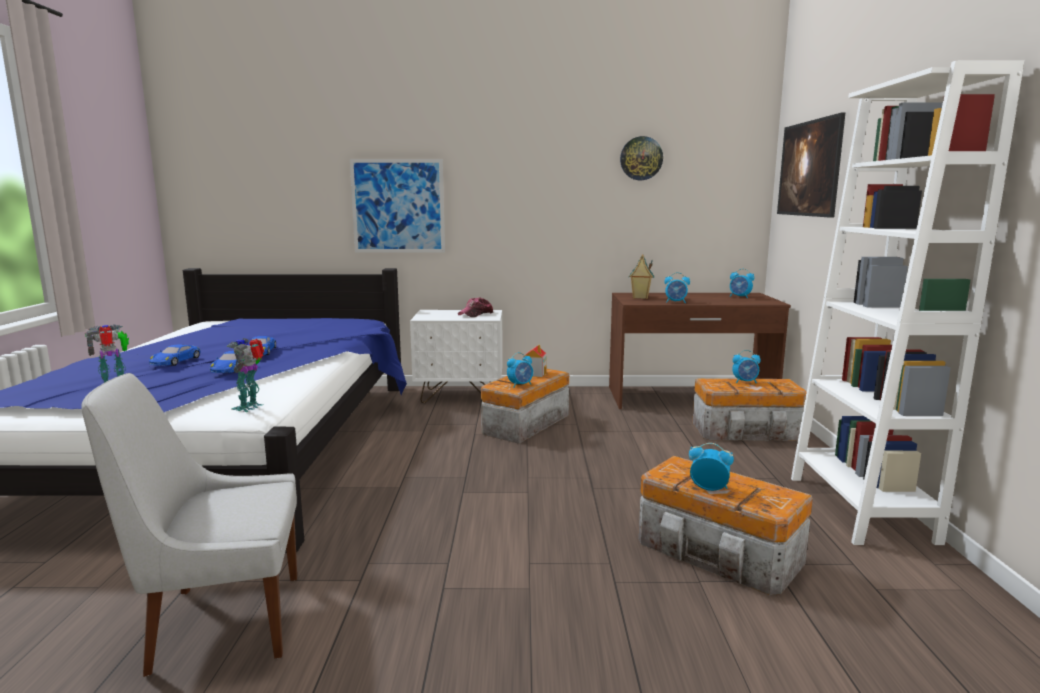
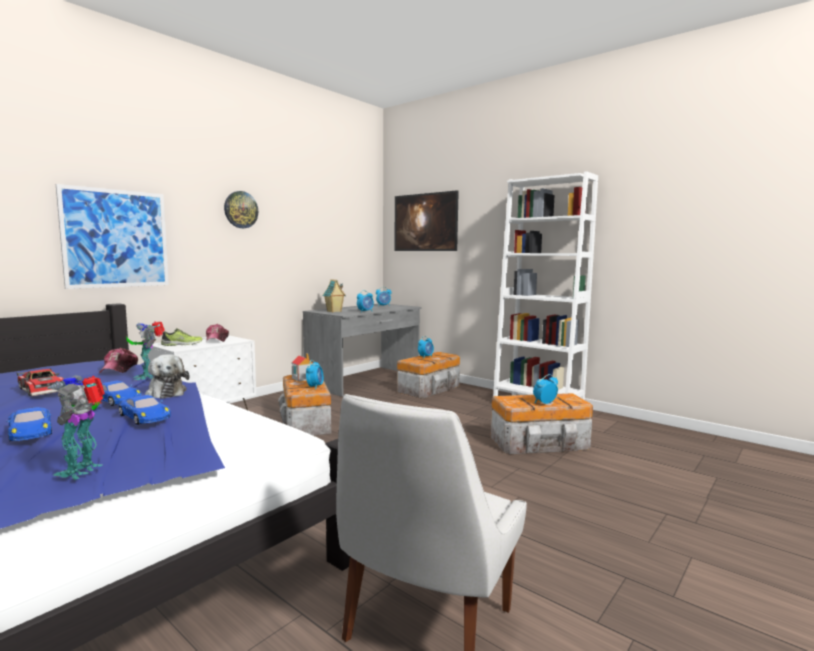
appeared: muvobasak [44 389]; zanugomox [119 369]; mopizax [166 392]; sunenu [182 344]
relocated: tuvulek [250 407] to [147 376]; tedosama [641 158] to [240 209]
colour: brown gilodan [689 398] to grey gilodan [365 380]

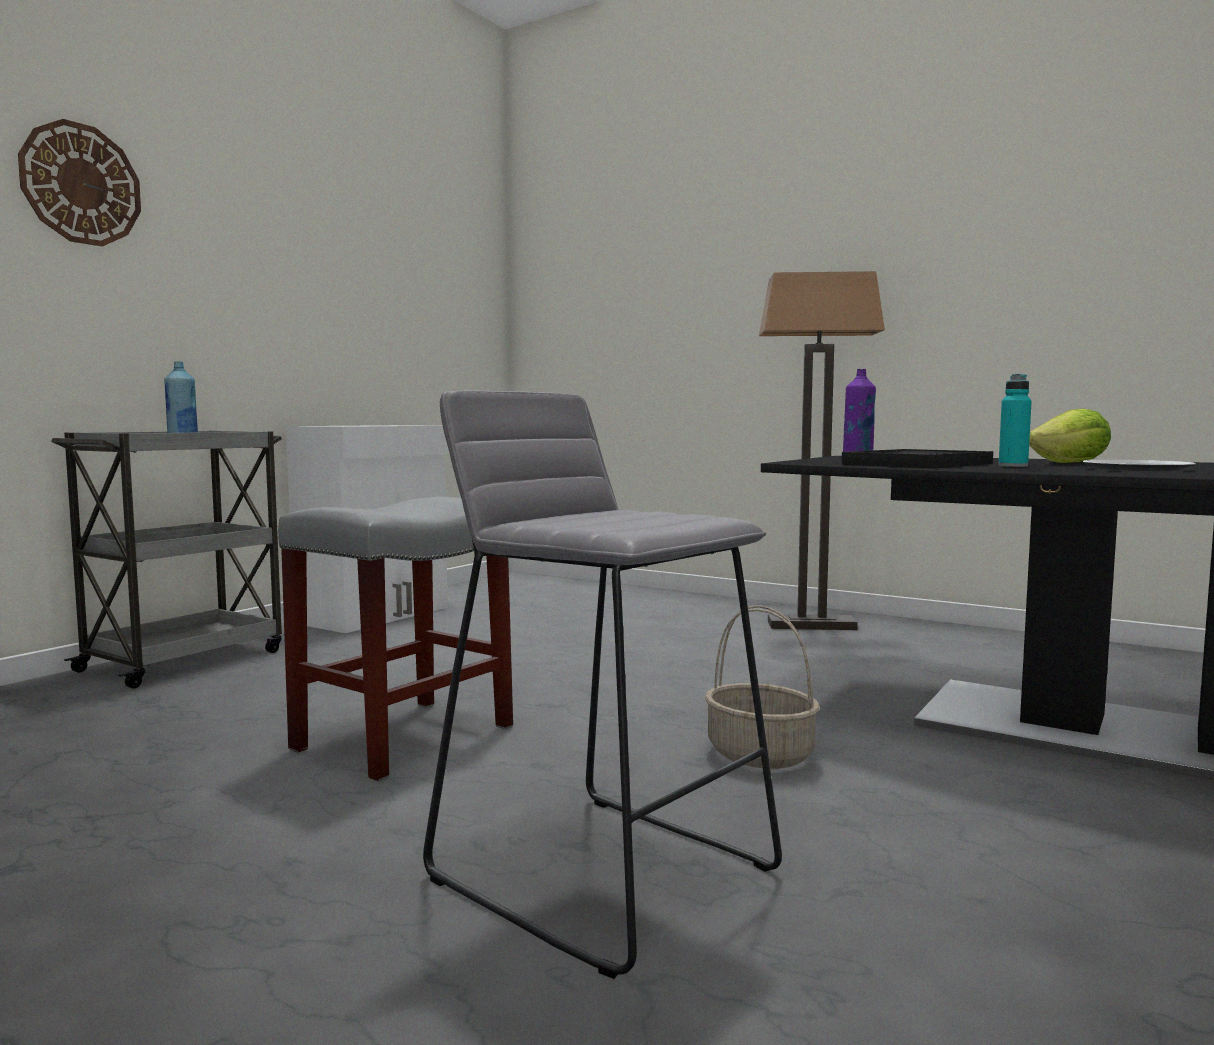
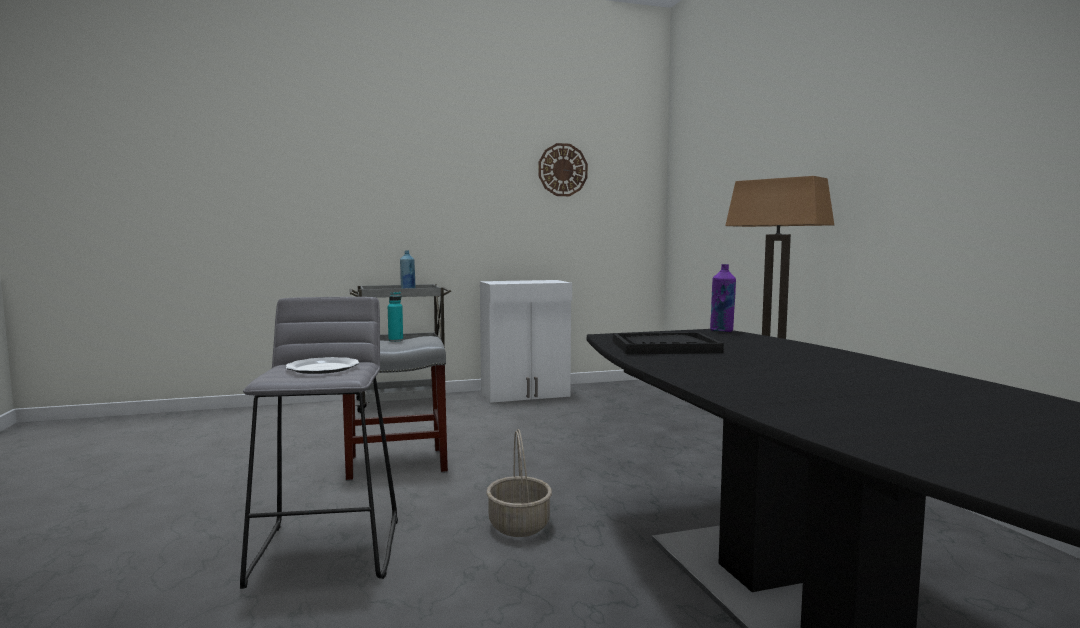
missing: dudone [1070 463]
relocated: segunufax [1138 469] to [322 368]; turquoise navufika [1013 466] to [395 340]; tedosama [81 184] to [562 170]

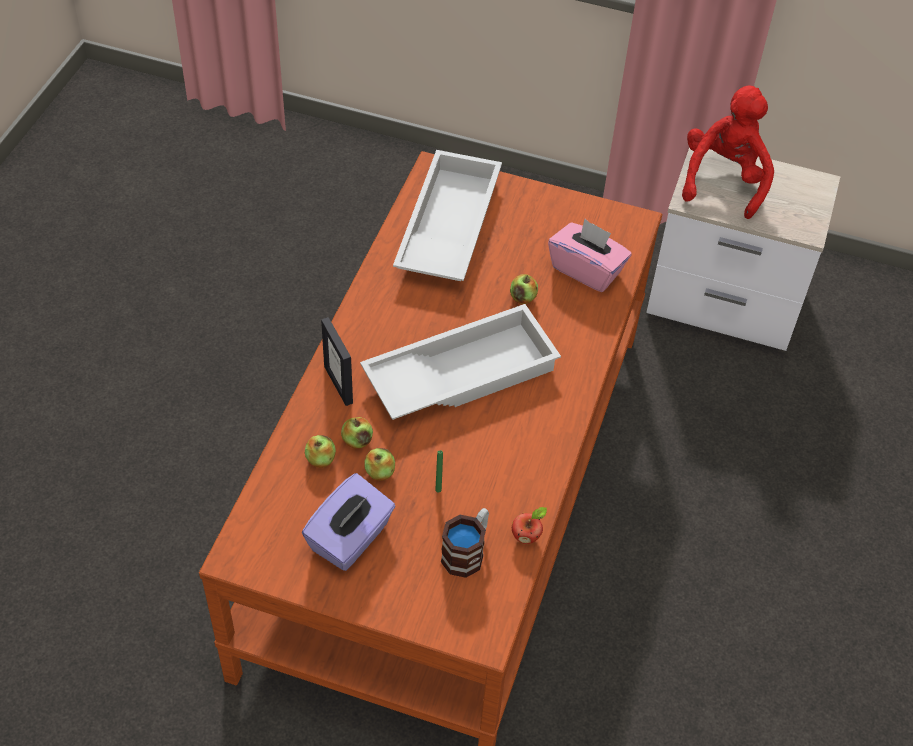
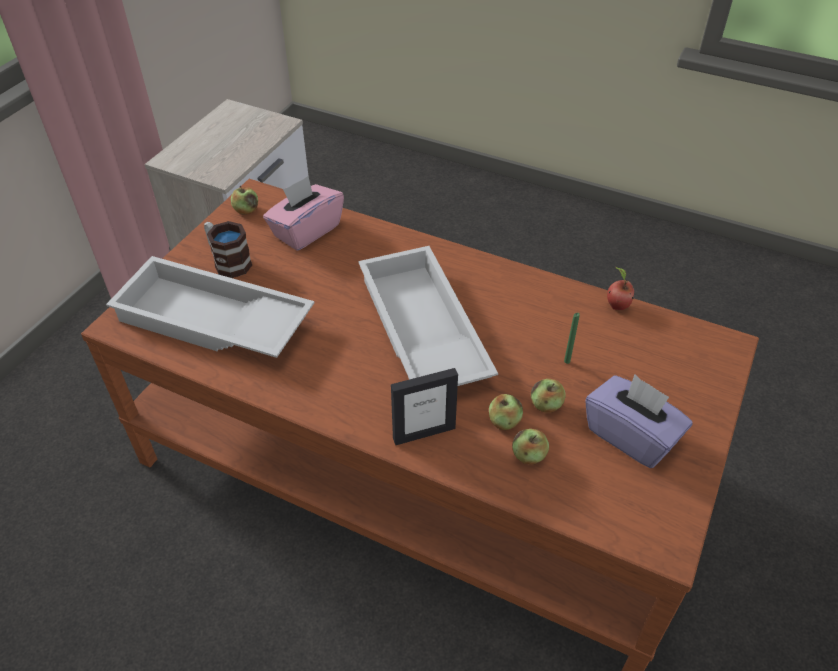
missing: red mopizax [724 180]
relocated: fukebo [467 551] to [228 261]; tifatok [523 297] to [246 210]

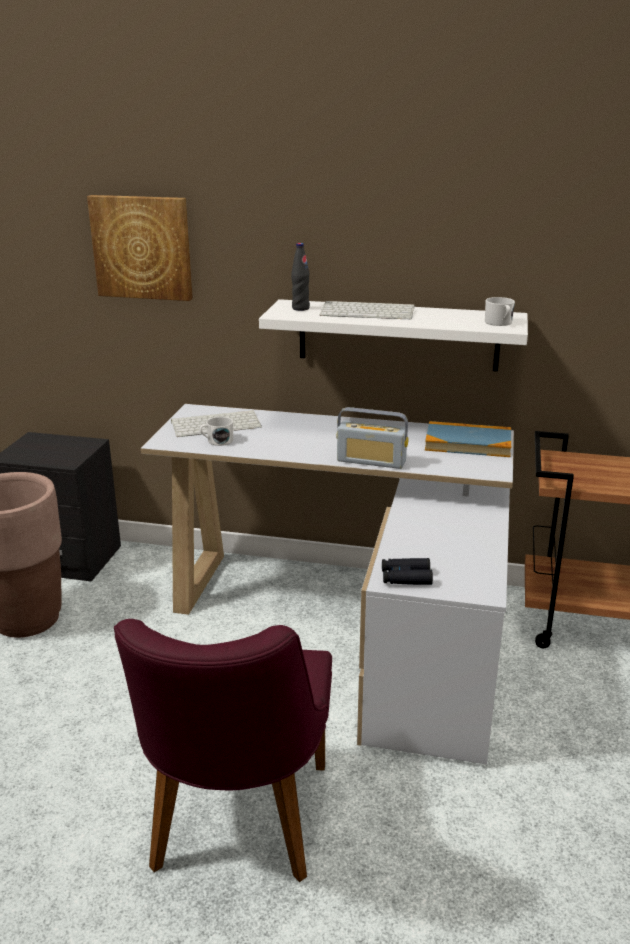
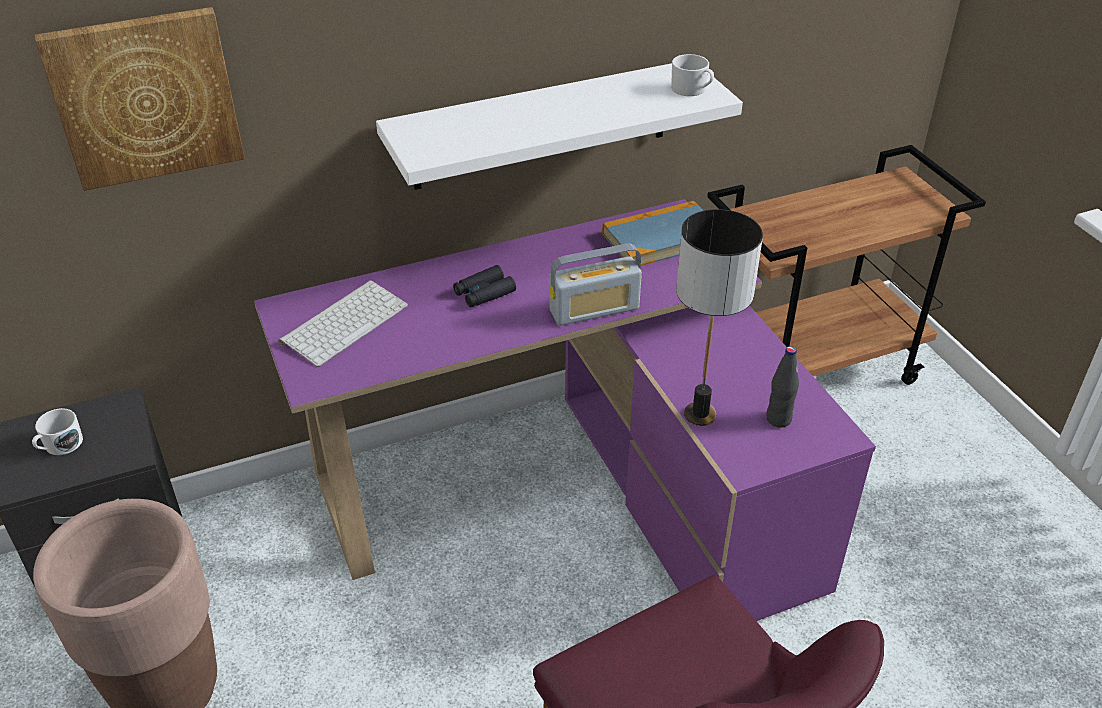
missing: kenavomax [369 312]
appeared: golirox [699 415]
relocated: white fukebo [217 441] to [60 446]; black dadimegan [406 577] to [484 293]; black navufika [300 308] to [778 419]
colour: white gilodan [356 624] to purple gilodan [573 489]

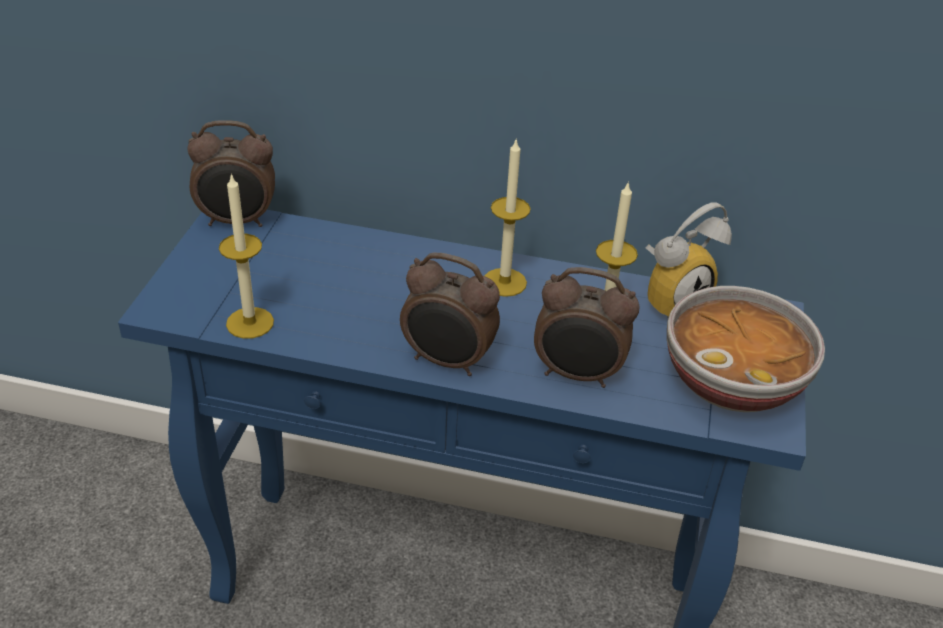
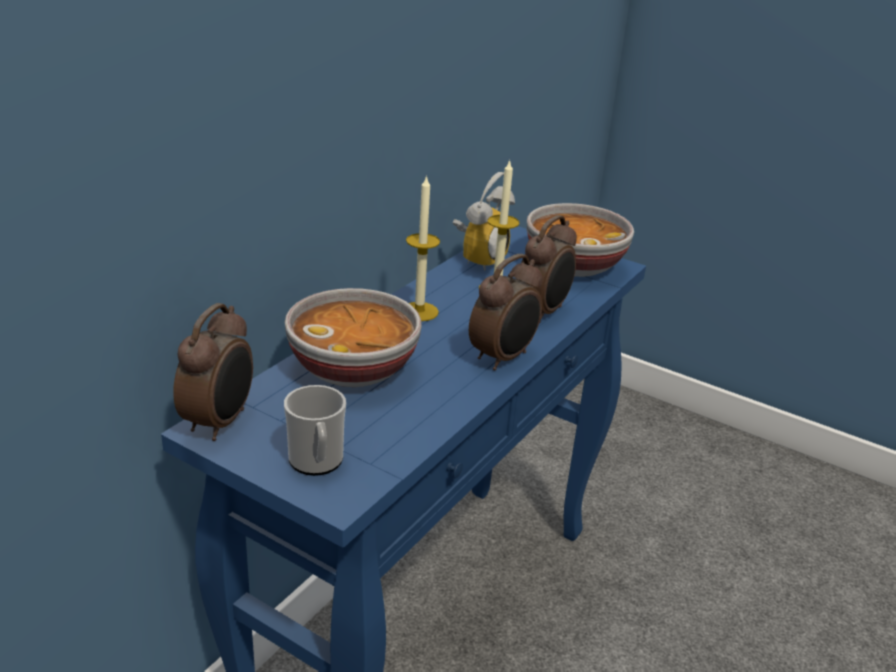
missing: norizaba [250 323]
appeared: fukebo [317 463]; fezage [354 368]
spun: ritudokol [673 298] = [479 258] 45 degrees clockwise

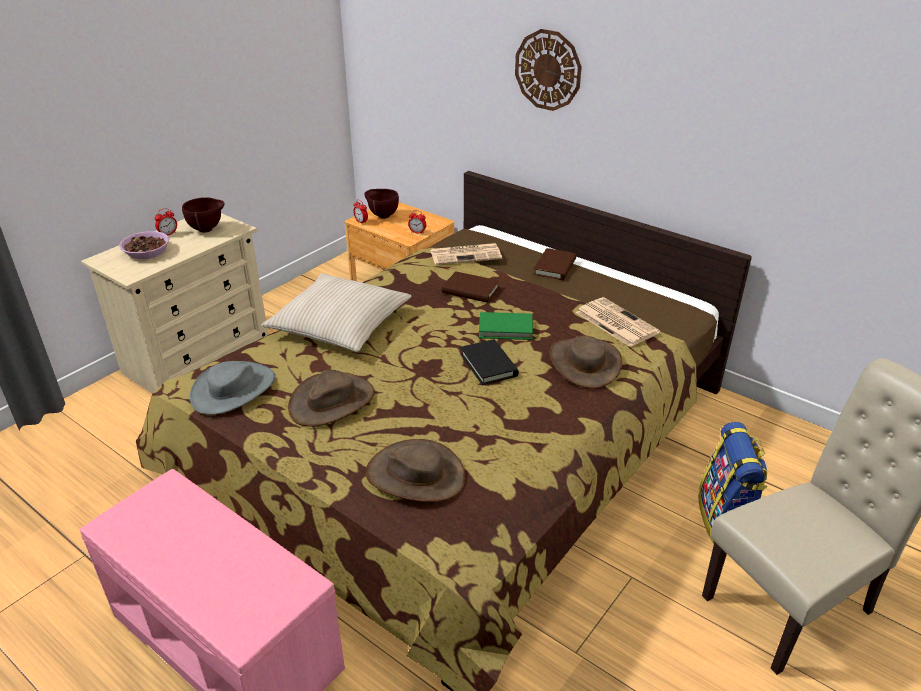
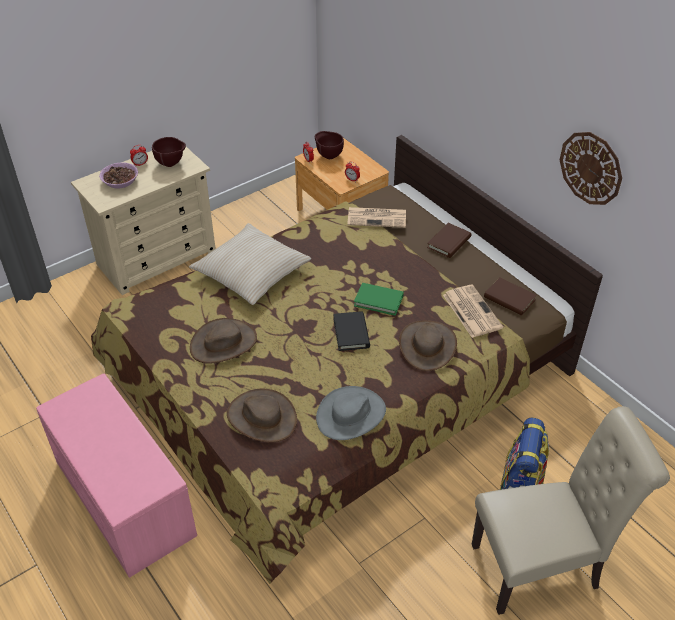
relocated: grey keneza [234 389] to [351 415]; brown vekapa [470 290] to [509 298]; tedosama [548 70] to [591 168]

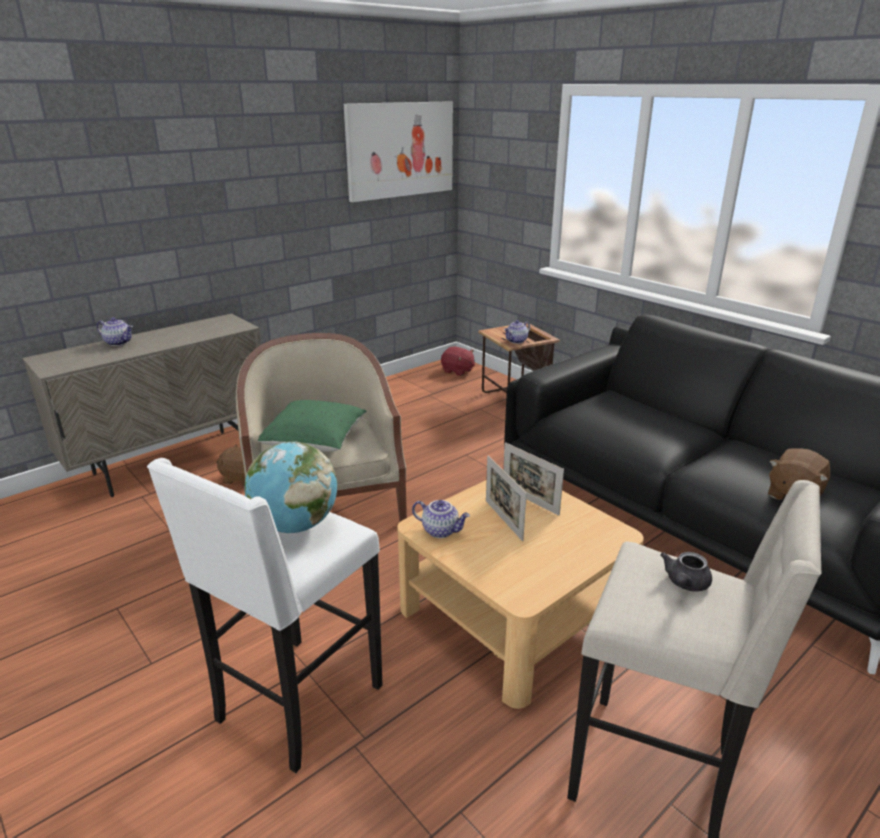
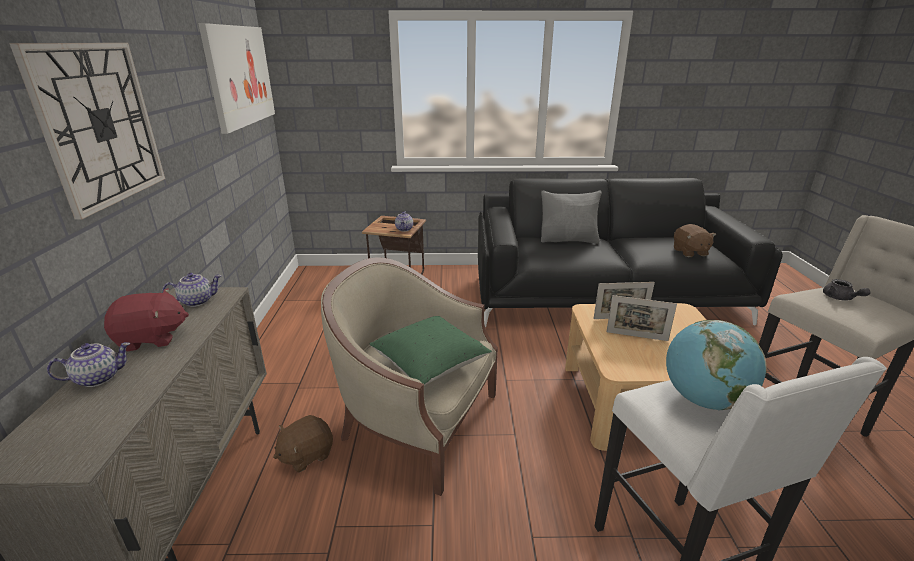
appeared: tedosama [99 125]; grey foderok [568 240]
relocated: red mopizax [457 371] to [152 338]; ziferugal [441 530] to [197 301]

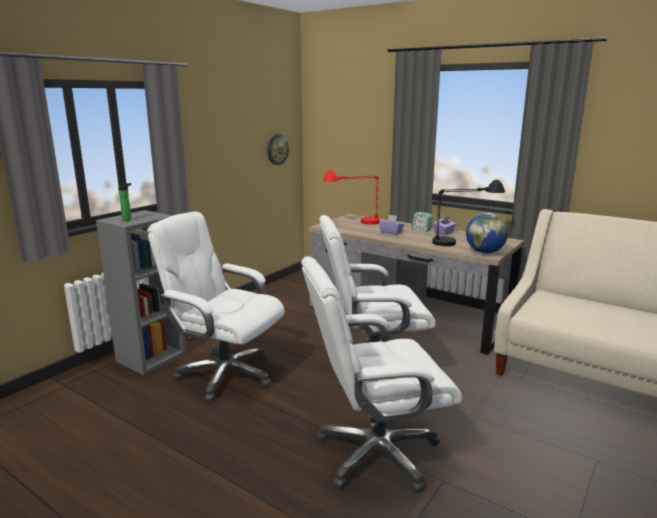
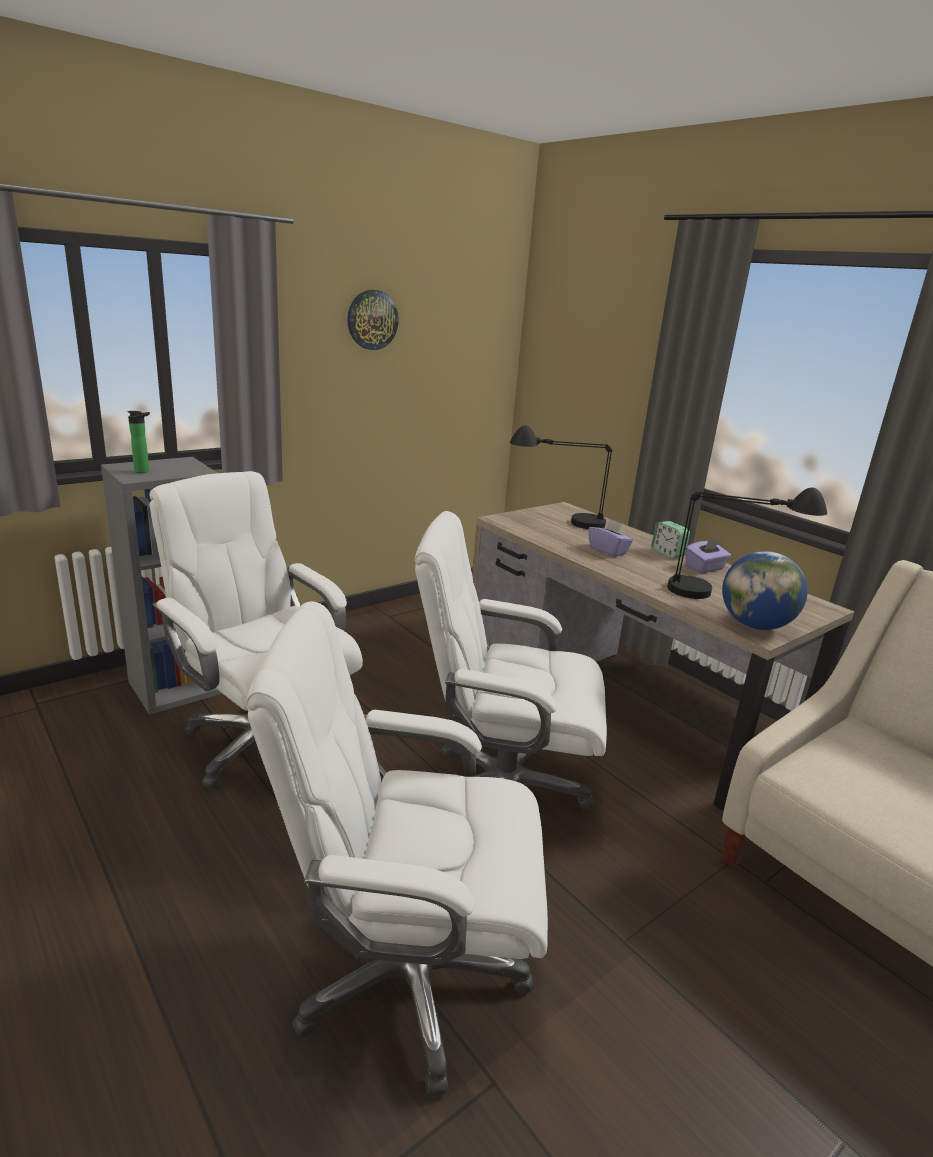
relocated: tedosama [277 149] to [372 320]
colour: red golirox [353 223] to black golirox [557 522]

